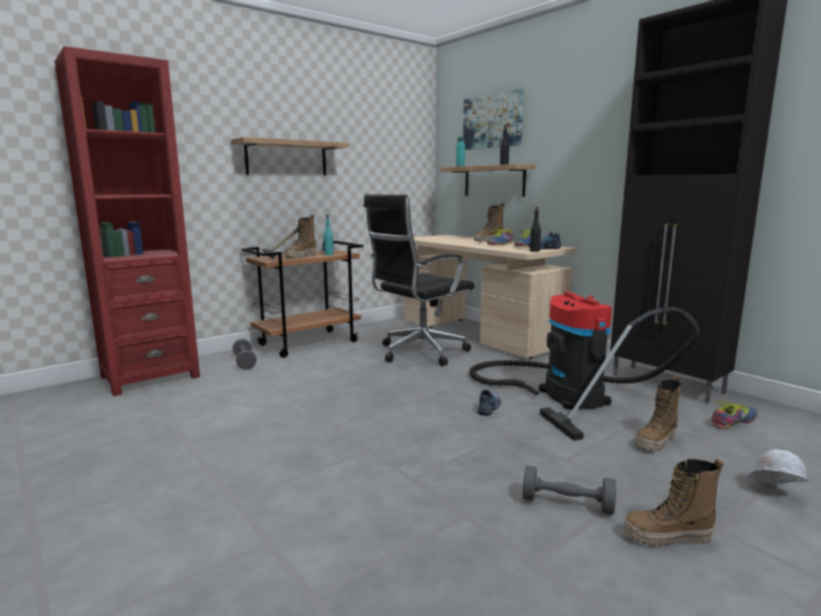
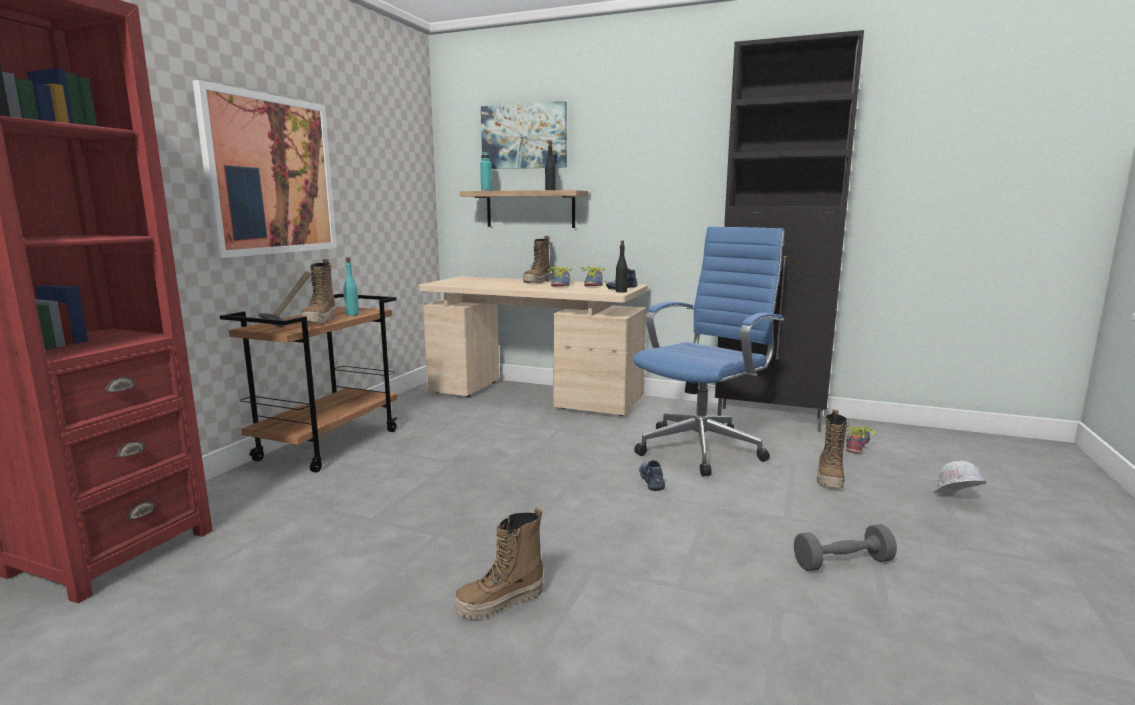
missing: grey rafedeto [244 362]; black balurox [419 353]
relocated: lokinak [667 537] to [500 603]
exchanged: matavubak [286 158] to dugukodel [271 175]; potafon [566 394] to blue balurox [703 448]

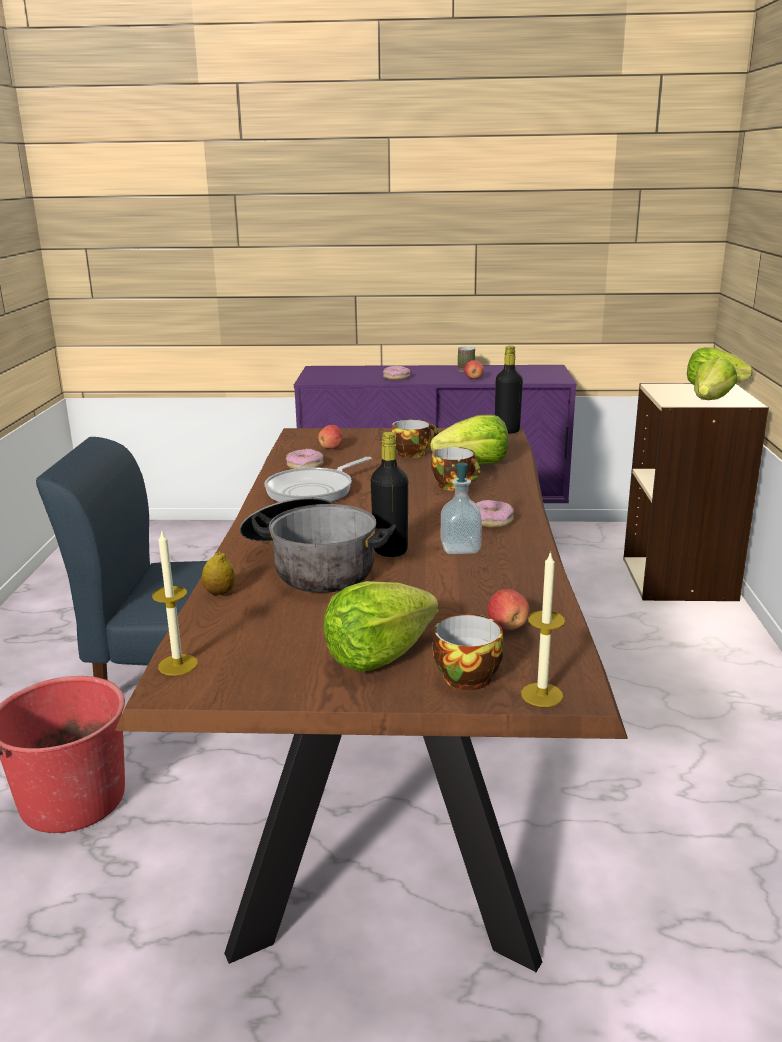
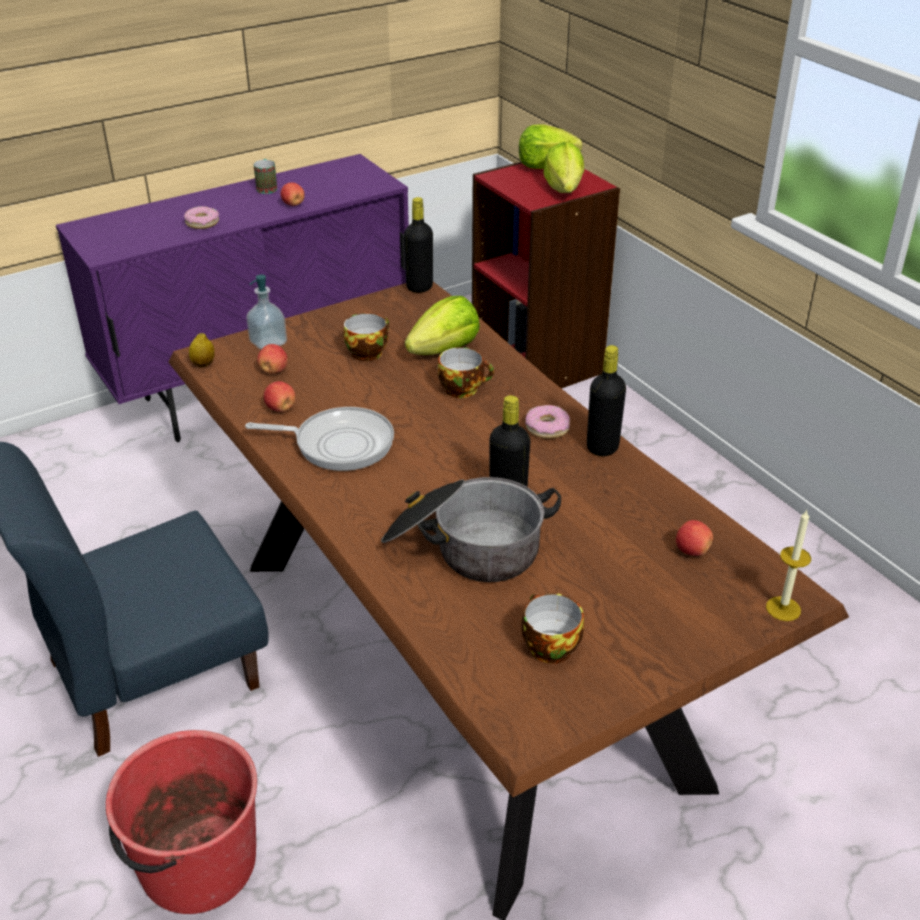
missing: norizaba [178 665]; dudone [378 655]
appeared: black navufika [602 447]
relocated: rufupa [220 593] to [203 364]; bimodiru [460 548] to [268 343]; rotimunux [465 675] to [547 646]
exchanged: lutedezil [305 466] to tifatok [280 408]
colour: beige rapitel [680 579] to red rapitel [538 364]
spun: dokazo [314 491] = [338 444] 90 degrees counterclockwise

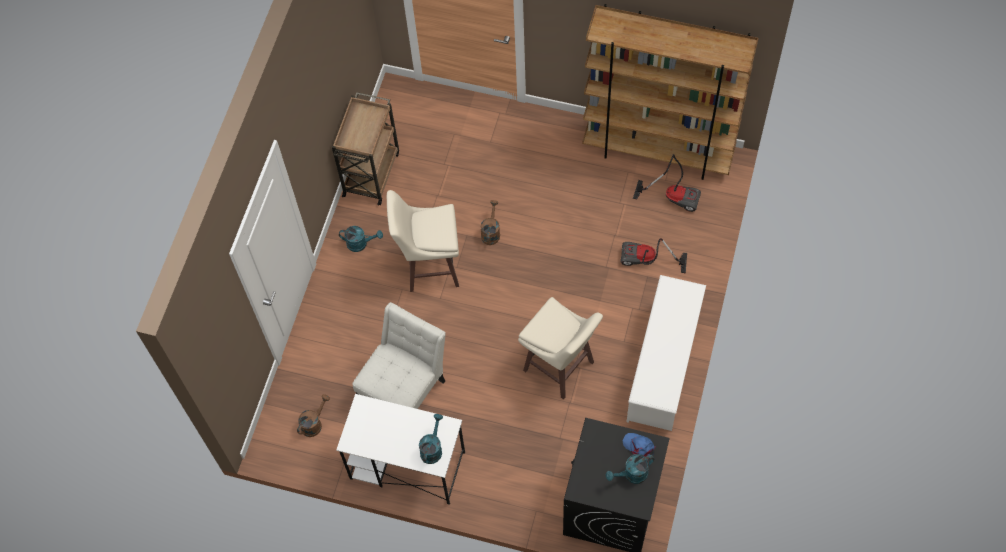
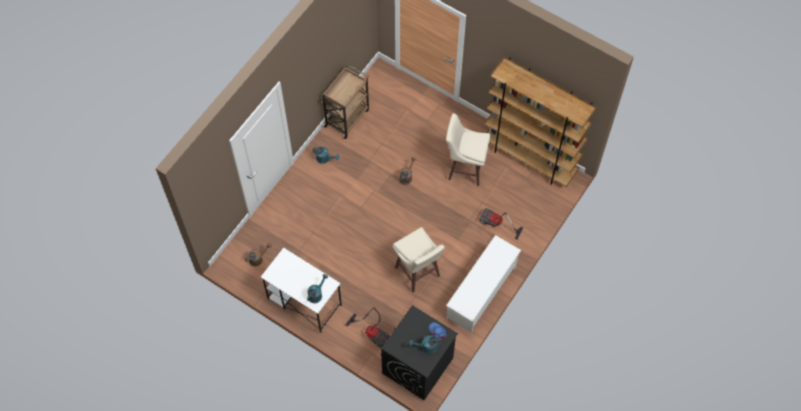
missing: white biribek [405 387]
relocated: potafon [673 196] to [372 332]; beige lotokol [430 267] to [465 169]

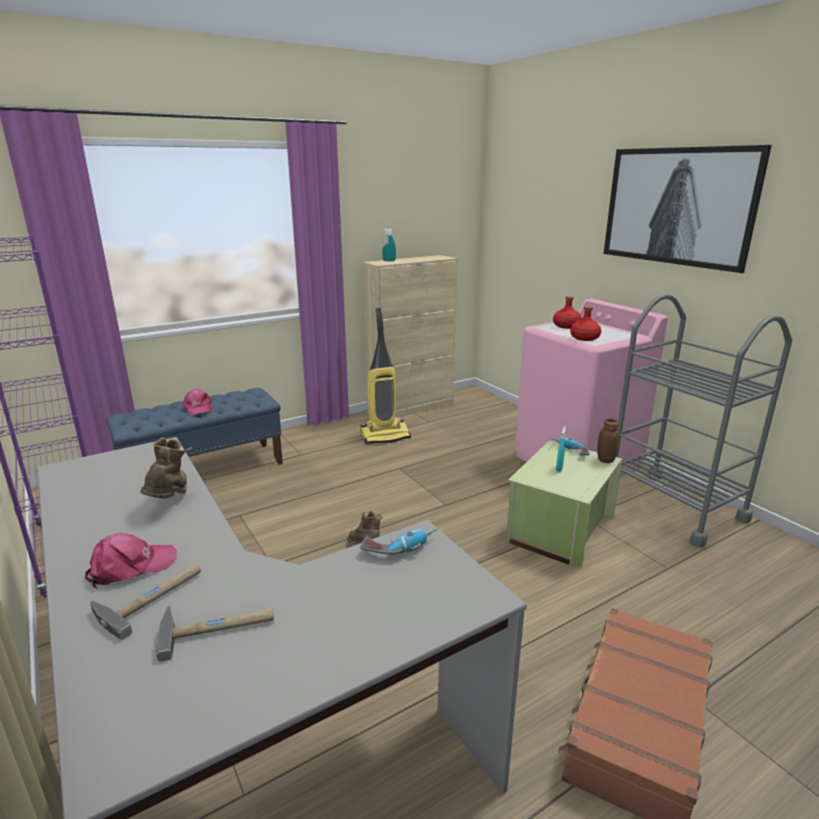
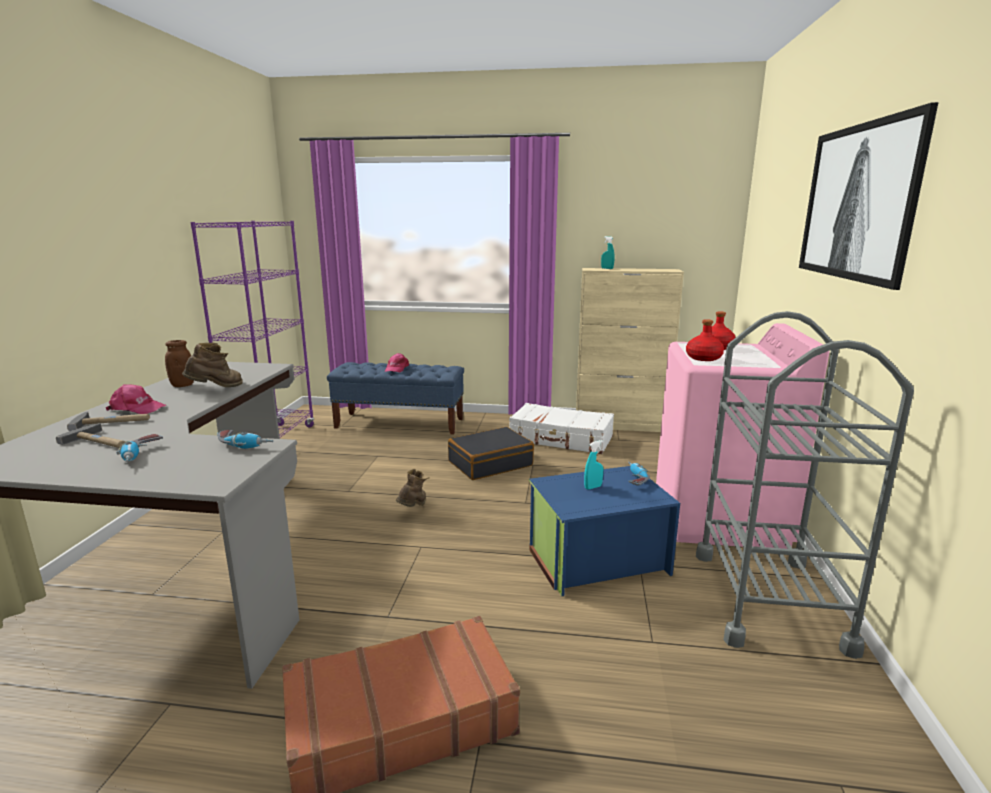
appeared: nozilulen [141 456]; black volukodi [490 463]
relocated: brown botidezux [605 459] to [183 385]
exchanged: potafon [385 436] to white volukodi [561 439]
colour: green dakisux [559 528] to blue dakisux [596 560]

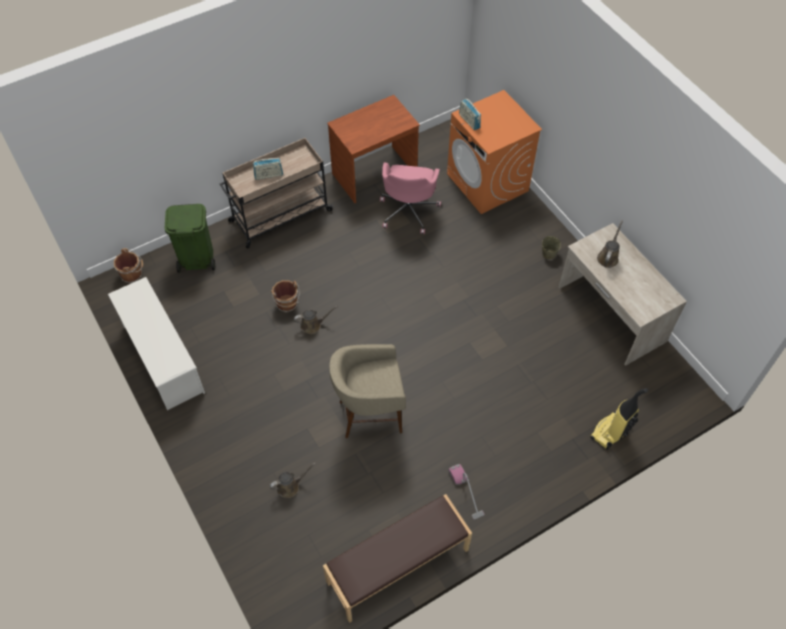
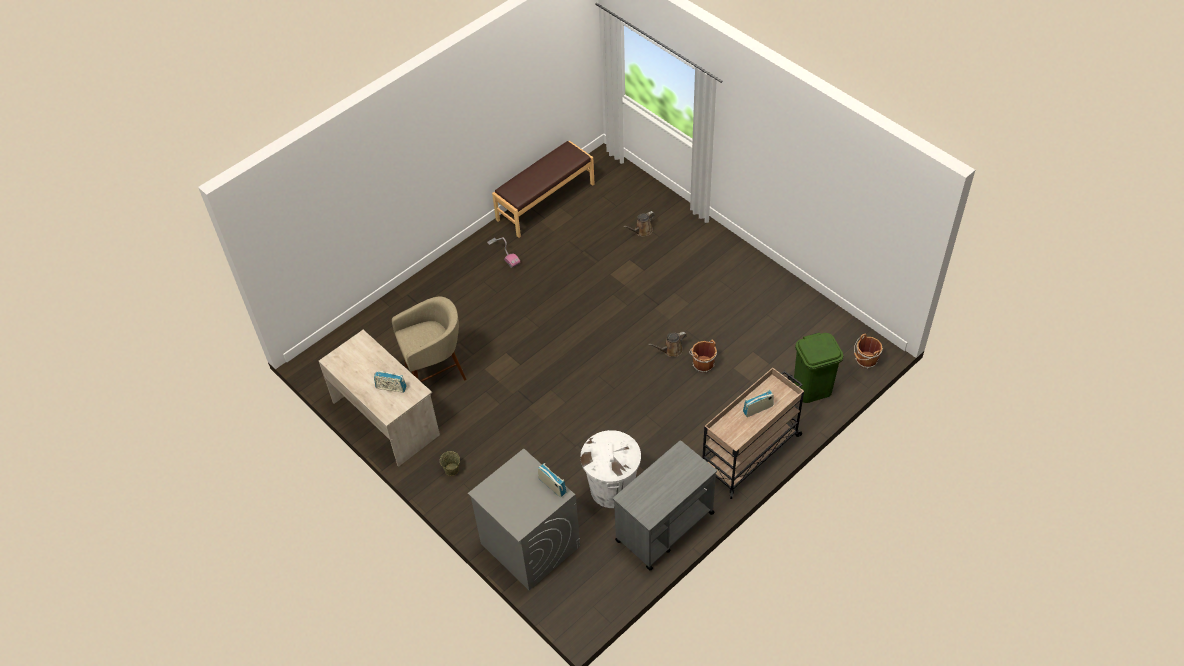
missing: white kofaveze [162 358]; potafon [610 432]
relocated: beige lotokol [370 415] to [436 374]
exchanged: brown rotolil [608 257] to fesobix [391 388]; pink balurox [408 210] to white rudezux [612 489]; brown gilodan [374 175] to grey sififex [664 527]
colour: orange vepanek [488 183] to grey vepanek [529 544]

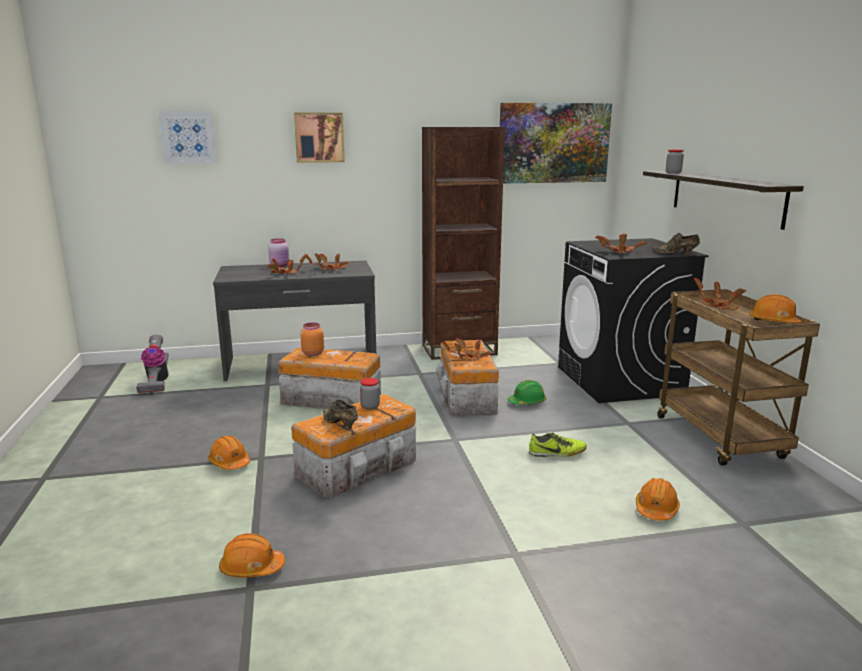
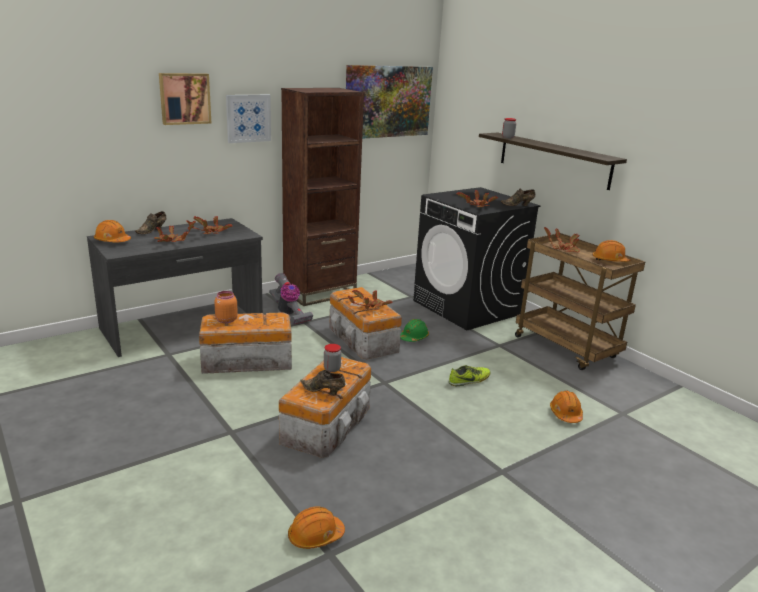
relocated: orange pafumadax [229 462] to [112 241]; dugukodel [188 137] to [248 118]; potafon [156 382] to [289 314]
exchanged: pink botidezux [280 265] to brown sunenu [153 231]

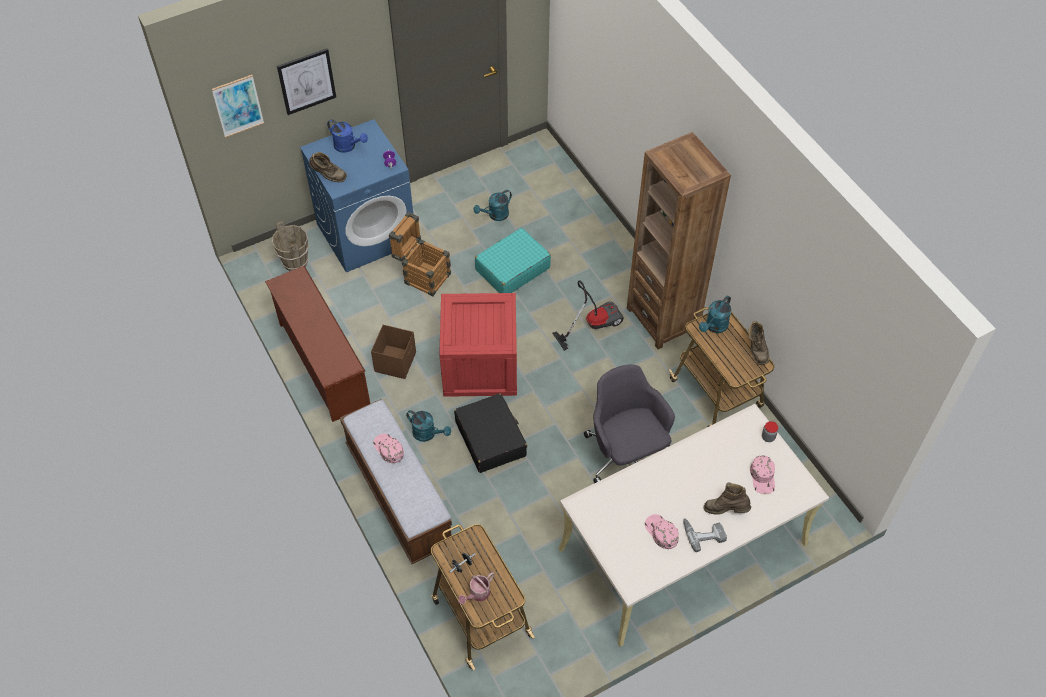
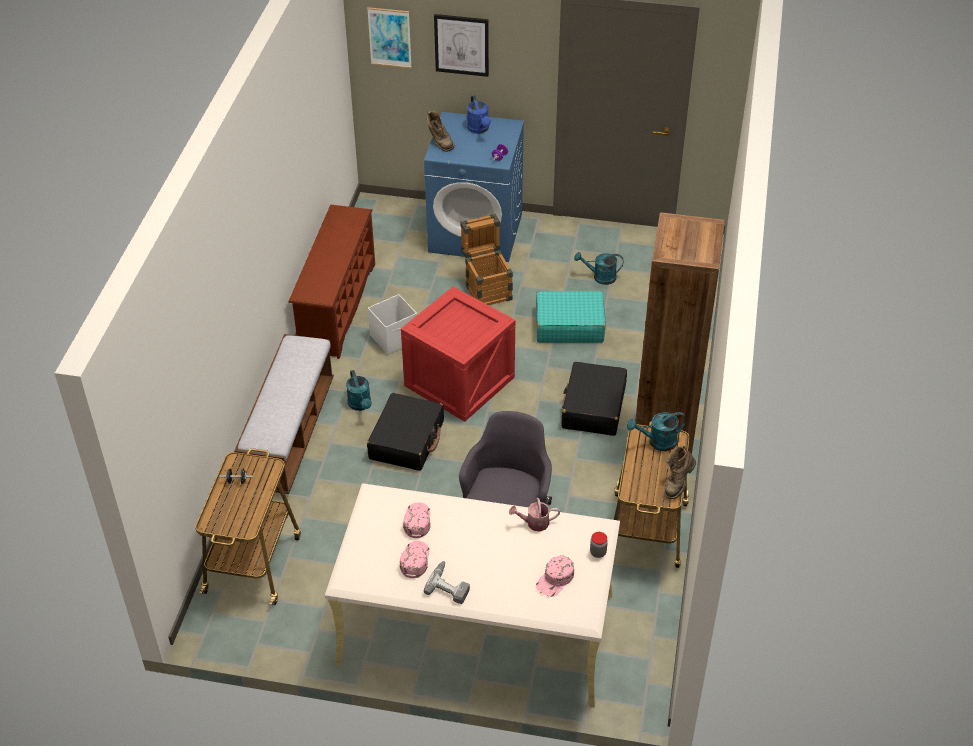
missing: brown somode [295 262]; brown lokinak [726 509]
relocated: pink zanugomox [388 449] to [416 521]; rotolil [477 594] to [534 523]
exchanged: potafon [592 324] to black volukodi [593 407]
colour: brown dakisux [396 362] to white dakisux [395 338]

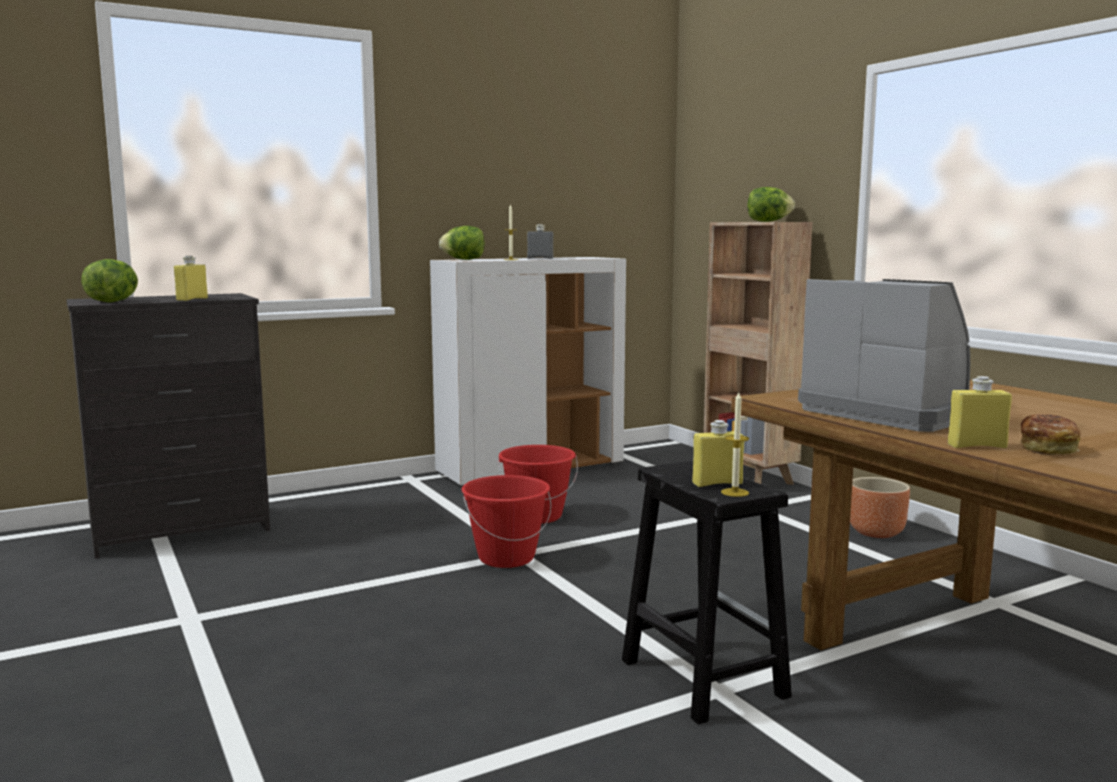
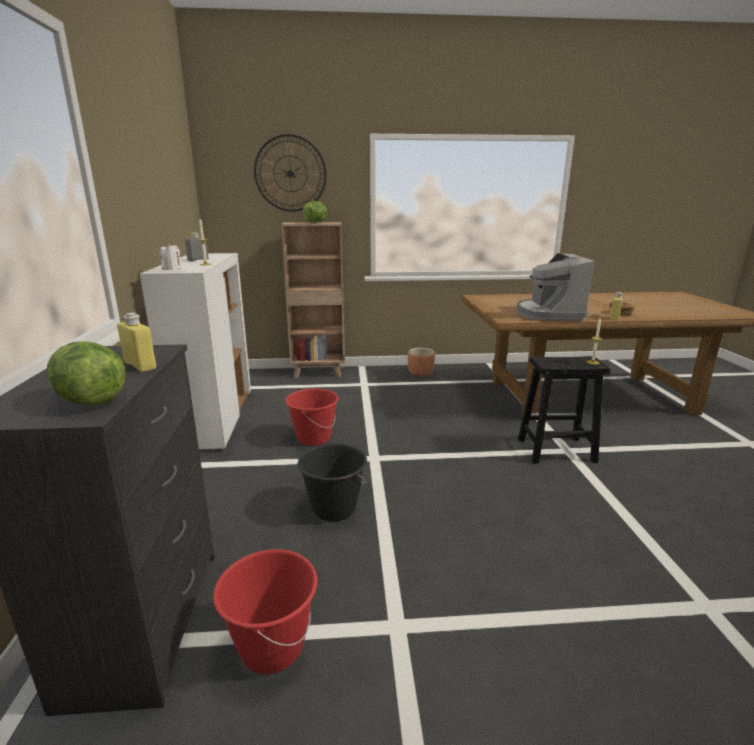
missing: yellow navufika [717 483]
appeared: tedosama [290 173]; black somode [334 509]
relocated: red somode [506 558] to [272 647]
exchanged: dudone [464 259] to white norizaba [172 269]
spun: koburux [890 412] = [549 314] 75 degrees counterclockwise

